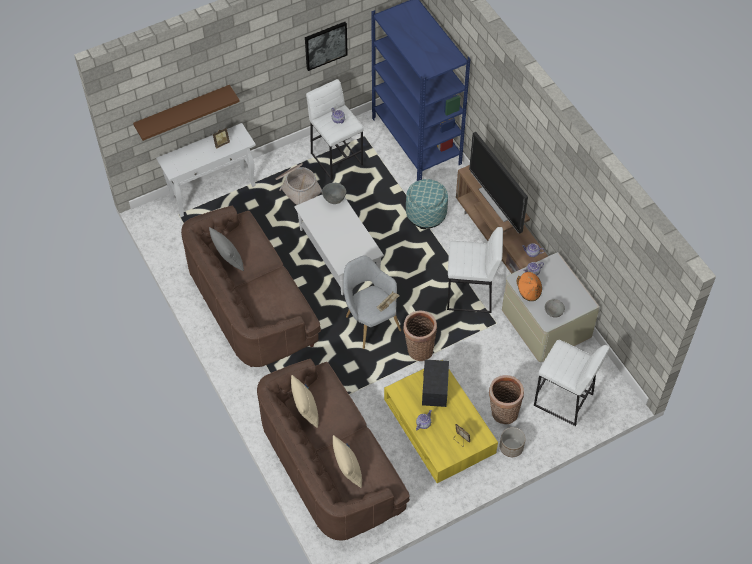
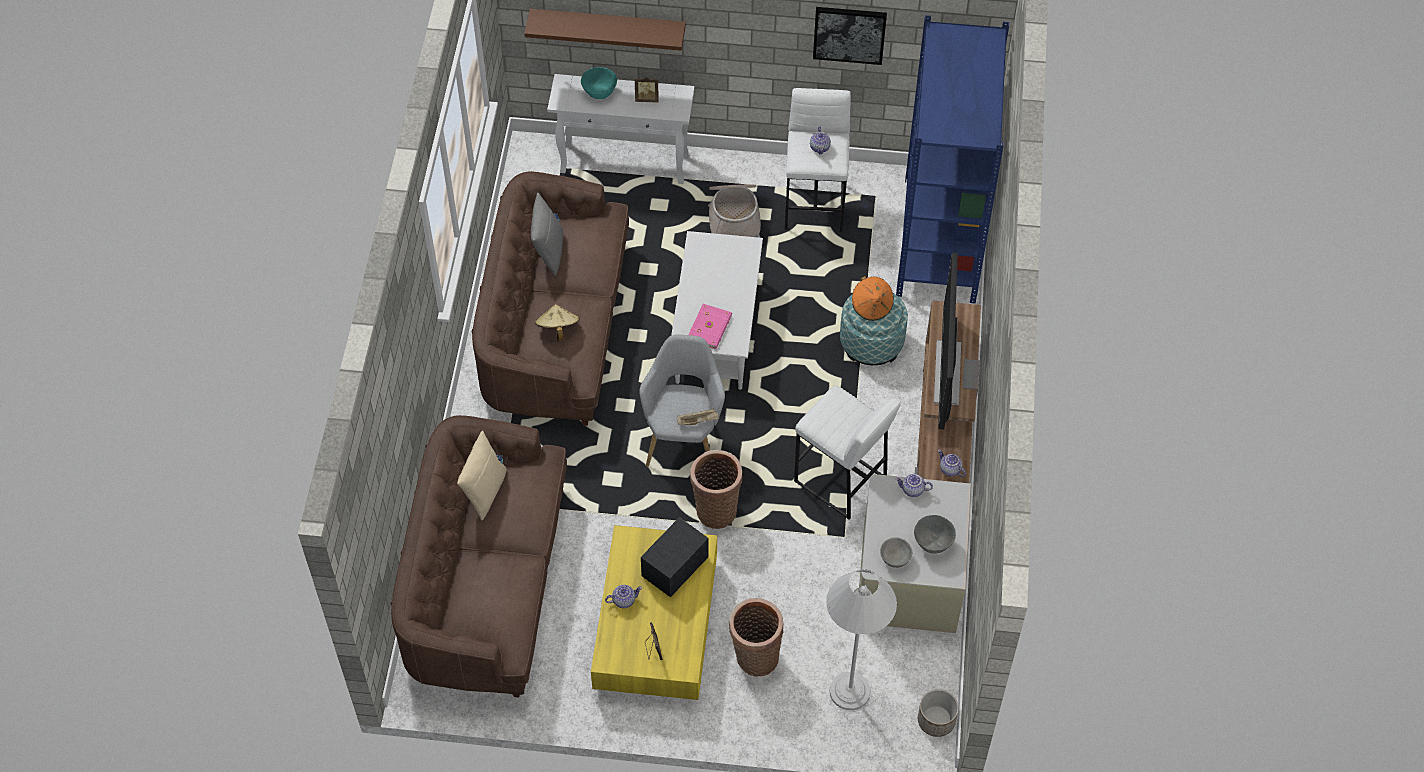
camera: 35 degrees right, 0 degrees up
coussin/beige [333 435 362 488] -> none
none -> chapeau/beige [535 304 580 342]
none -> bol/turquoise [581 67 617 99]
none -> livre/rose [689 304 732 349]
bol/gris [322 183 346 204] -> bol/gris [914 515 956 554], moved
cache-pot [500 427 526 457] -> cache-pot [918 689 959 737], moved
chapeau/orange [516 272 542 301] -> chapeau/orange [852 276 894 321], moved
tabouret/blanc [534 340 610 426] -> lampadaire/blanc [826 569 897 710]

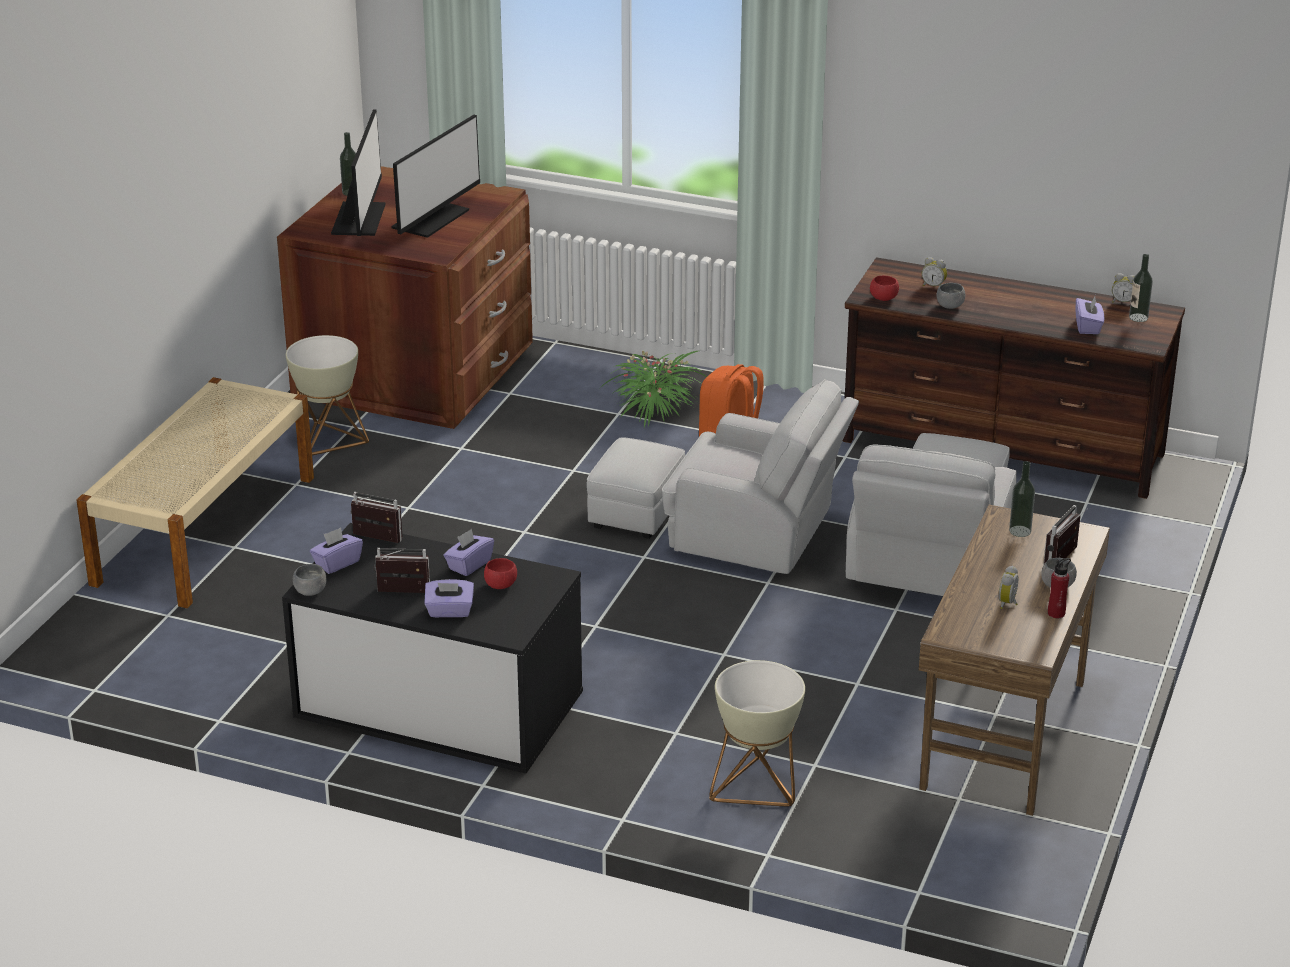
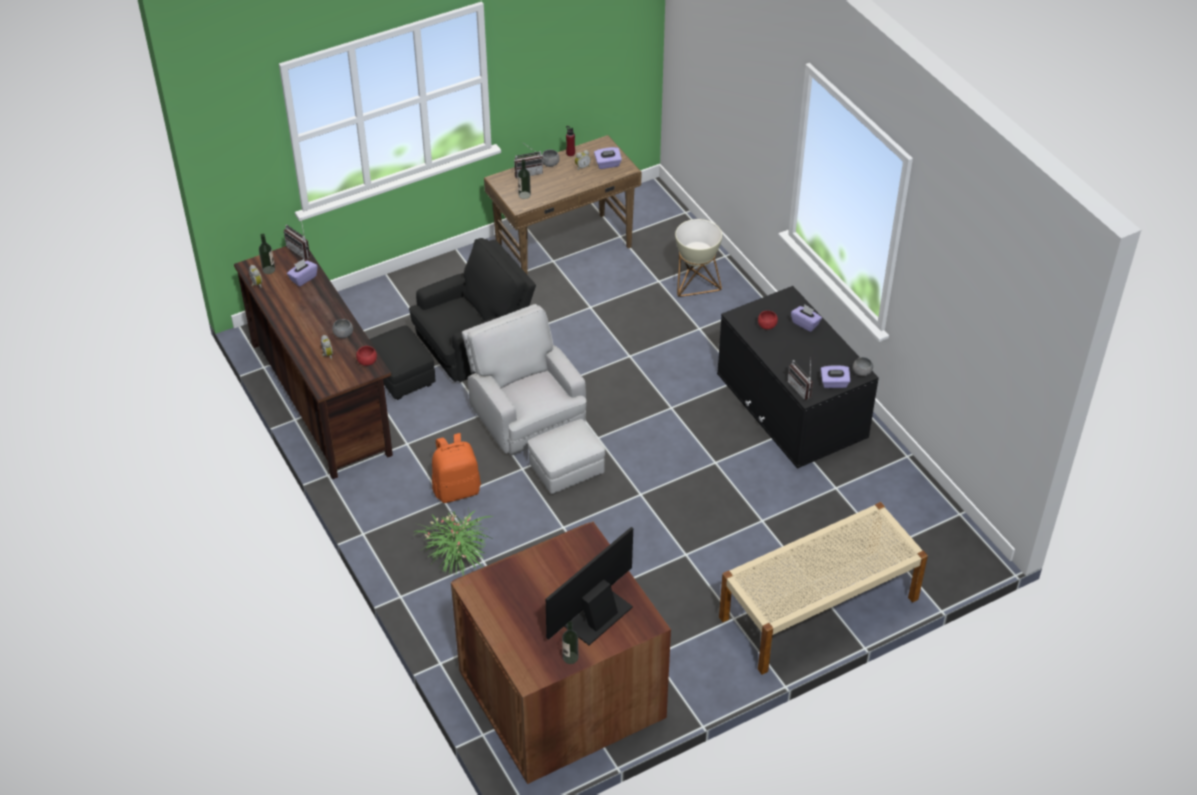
camera: 140 degrees left, 15 degrees up
cache-pot [286 335 369 455] -> none
écran d'ordinateur [391 115 480 238] -> none
radio [374 548 430 593] -> radio [284 220 310 259], moved
boîte à mouchoirs/violet [444 529 494 576] -> boîte à mouchoirs/violet [594 147 622 169], moved
fauteuil/blanc [846 433 1017 596] -> fauteuil/noir [369 238 536 400]

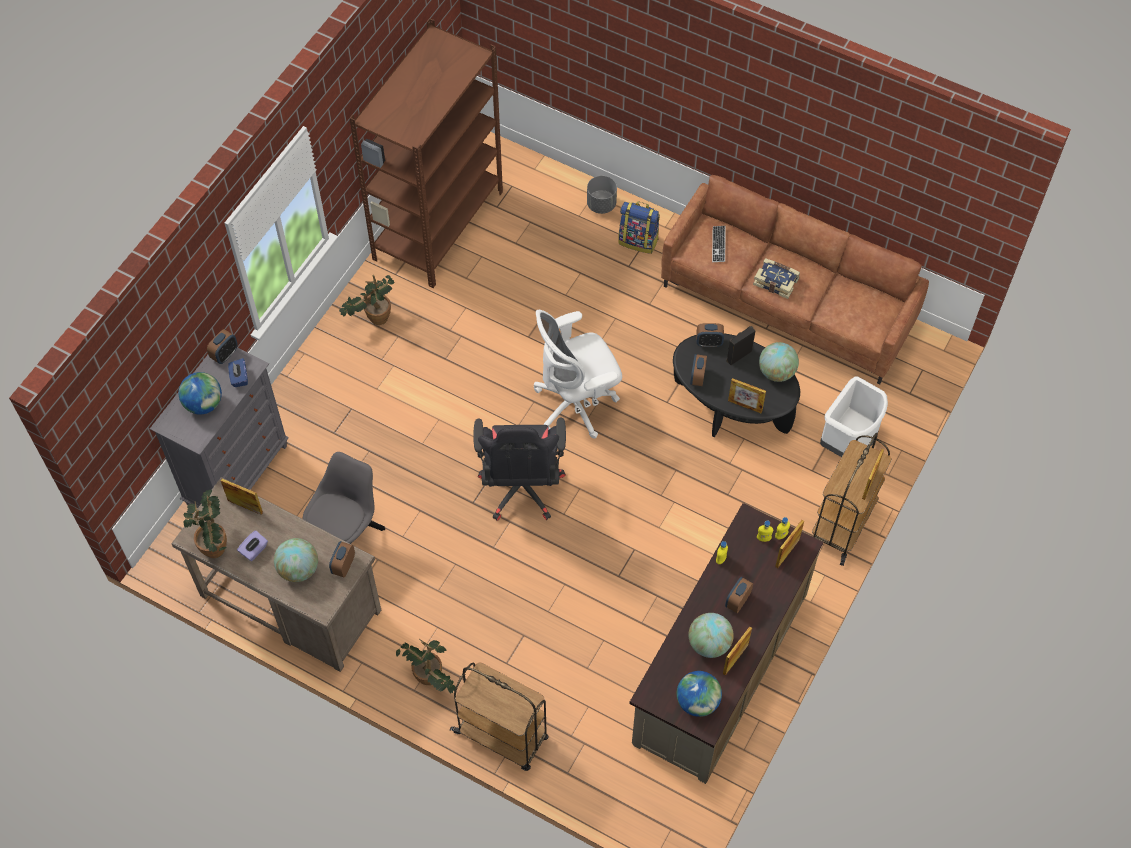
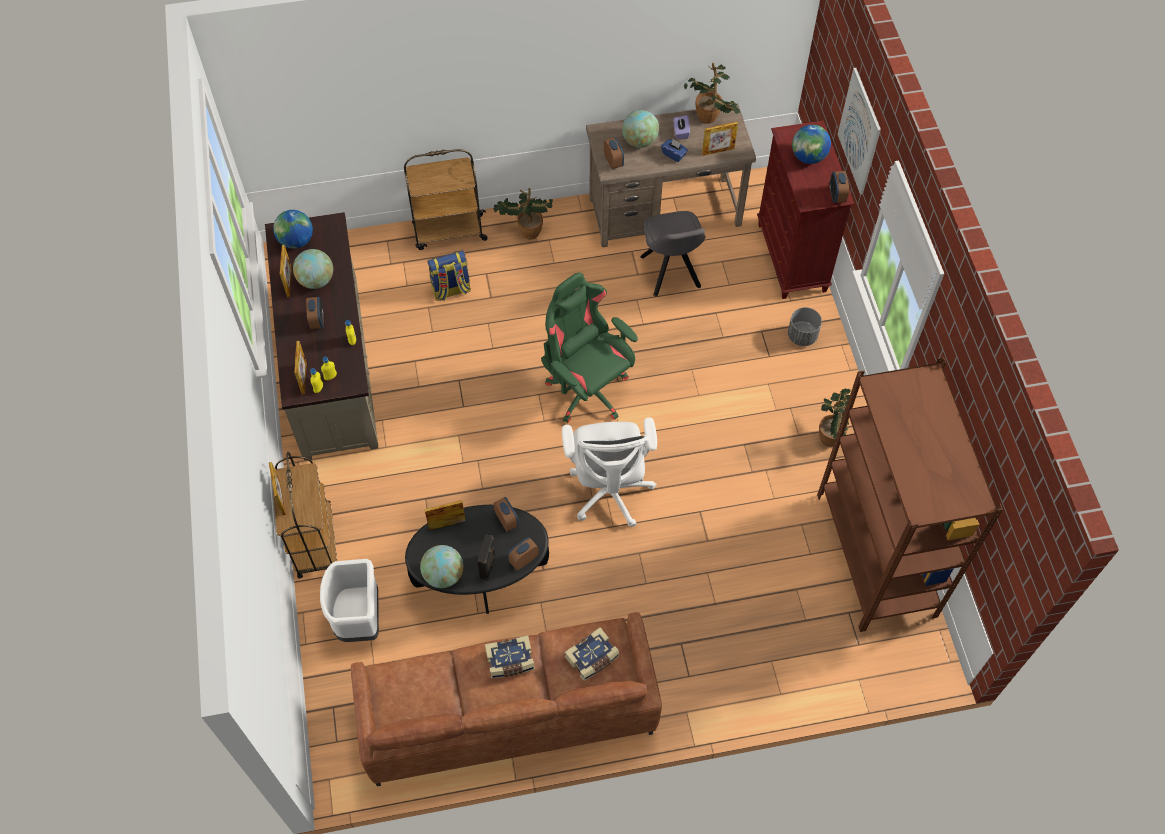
camera: 140 degrees right, 0 degrees up
none -> tableau [838 68 881 195]
boîte à mouchoirs/bleu [228 358 248 387] -> boîte à mouchoirs/bleu [661 139 688 162], moved
cache-pot/gris [587 176 617 214] -> cache-pot/gris [788 307 822 346], moved
sac à dos [619 201 660 254] -> sac à dos [427 250 471 301], moved
clavier [712 226 726 262] -> livre [565 627 619 681]
commode/gris [150 348 289 508] -> commode/rouge [757 121 854 299]
chaise de bureau/noir [473 418 566 521] -> chaise de bureau/vert [541 273 638 423]
chaise de bureau/blanc [534 310 622 439] -> chaise de bureau/blanc [562 417 657 527], 150 degrees clockwise

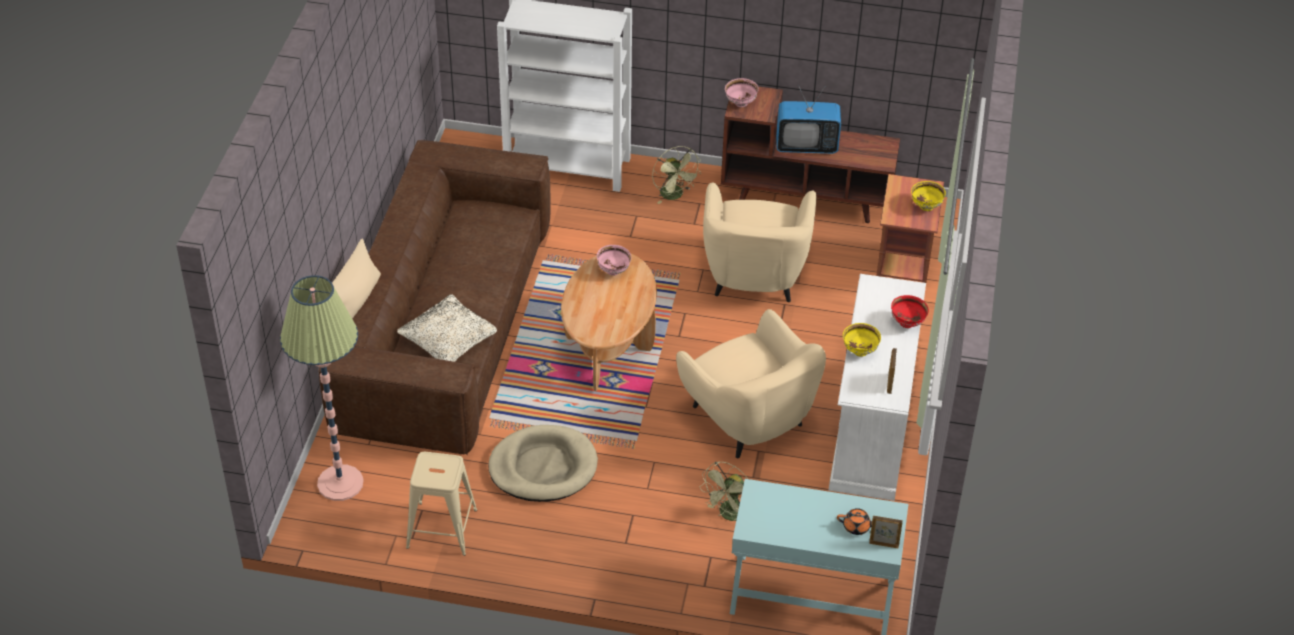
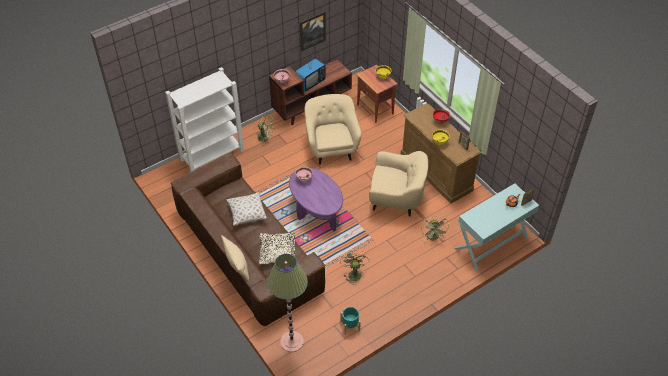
camera: 45 degrees left, 5 degrees up
none -> coussin [227 192 267 226]
none -> tableau [300 12 326 52]
tabouret/beige [406 452 477 556] -> cache-pot/turquoise [341 307 361 335]
panier pour chien/beige [488 425 598 502] -> ventilateur/vert [340 250 369 285]
table basse/marron [561 254 657 391] -> table basse/violet [289 168 343 231]
meuble de rangement/blanc [829 274 926 501] -> meuble de rangement/marron [401 103 481 204]
fauteuil/beige [703 182 816 302] -> fauteuil/beige [304 94 361 165], 150 degrees counterclockwise

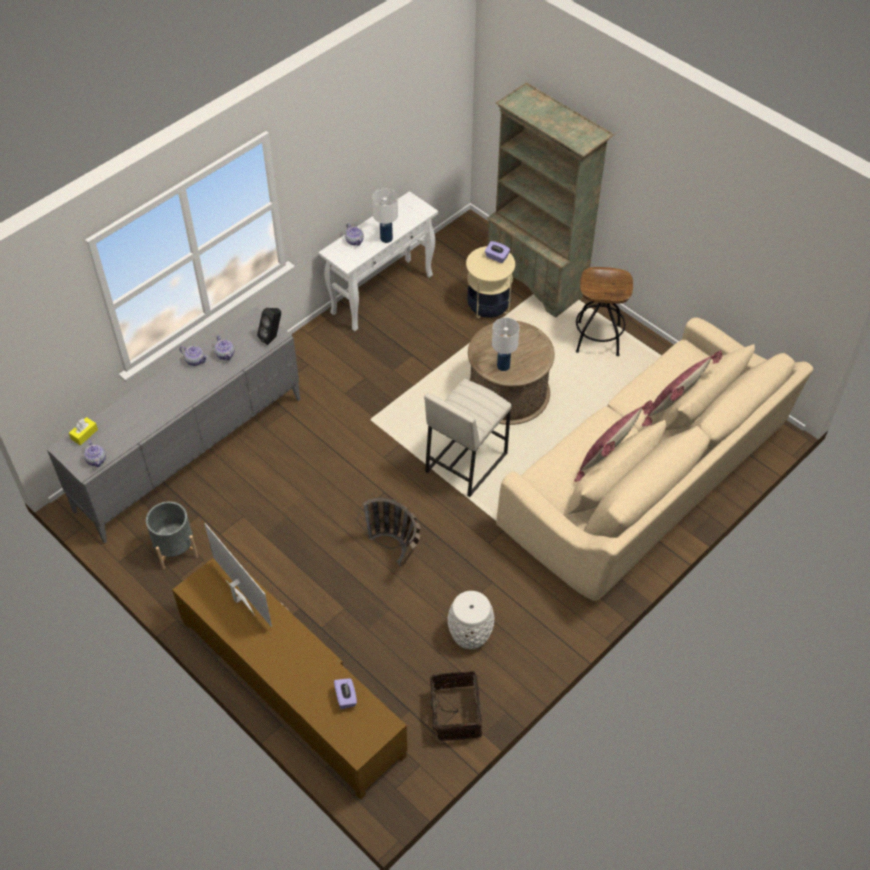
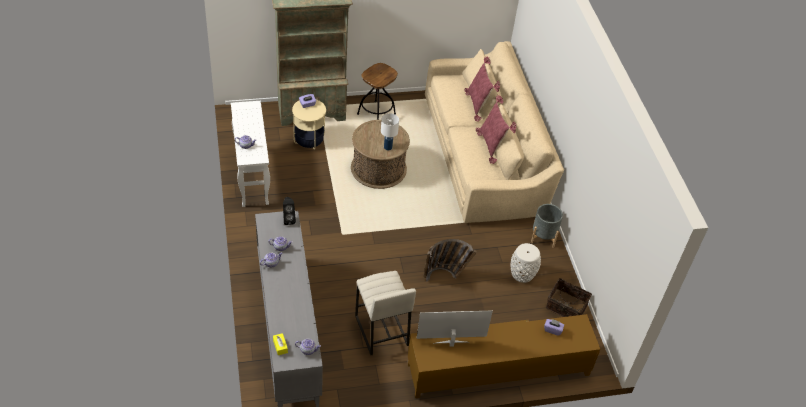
camera: 60 degrees left, 5 degrees down
lampe de table/blanc [372 189 398 243] -> none
cache-pot/gris [146 501 198 569] -> cache-pot/gris [531 204 563 248], moved
tabouret/beige [424 379 512 497] -> tabouret/beige [355 271 416 355], moved

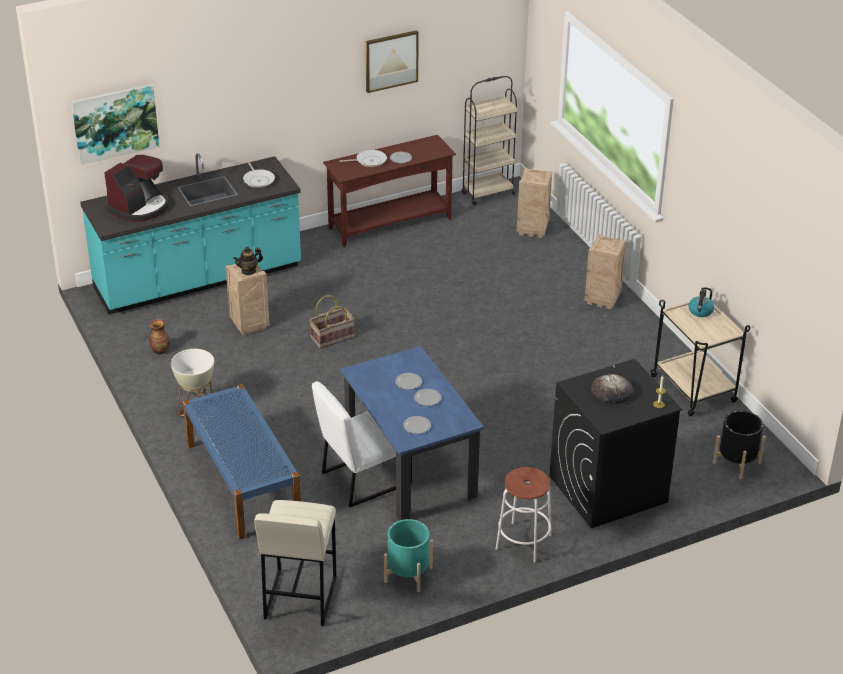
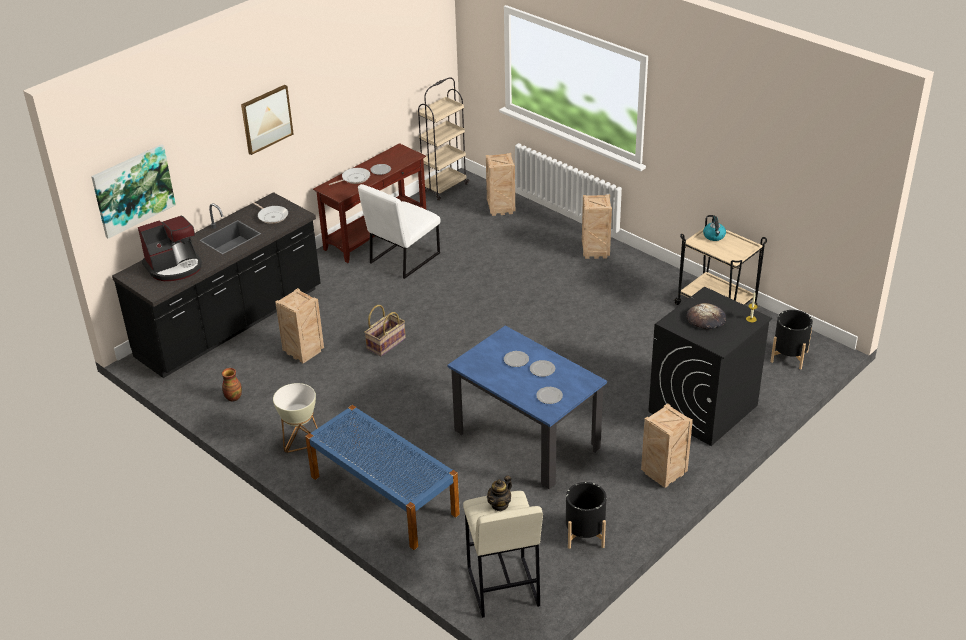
camera: 20 degrees left, 0 degrees up
théière [233 247 263 275] -> théière [487 475 512 511], moved
chaise/blanc [312 381 412 507] -> chaise/blanc [358 184 441 279], moved
tableau [365 30 419 93] -> tableau [241 85 294 155], moved
tabouret/blanc [496 467 552 563] -> caisse [641 403 693 488]
comptoir de cuisine/turquoise [80 153 301 315] -> comptoir de cuisine/noir [112 192 321 378]
cache-pot/turquoise [384 519 433 592] -> cache-pot/noir [566 482 606 549]
machine à café [104 155 169 222] -> machine à café [138 216 202 281], 45 degrees clockwise

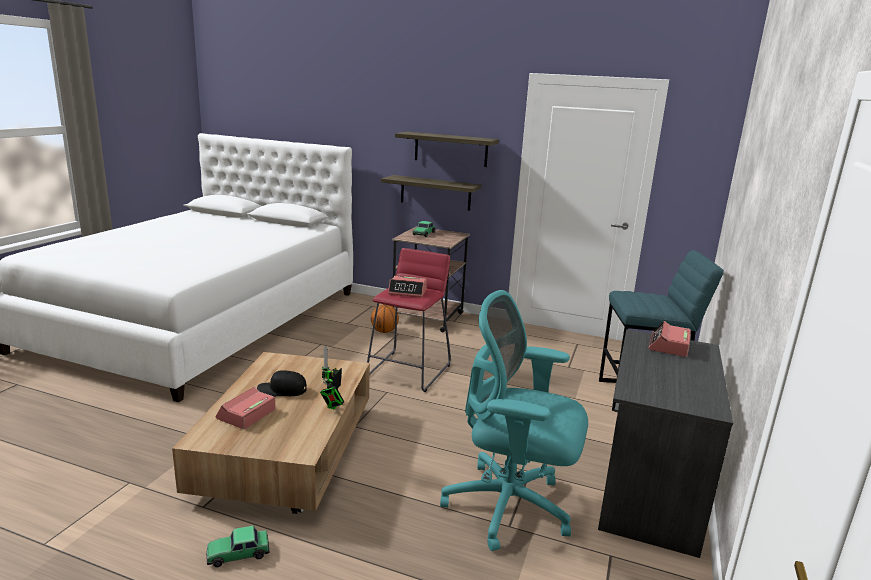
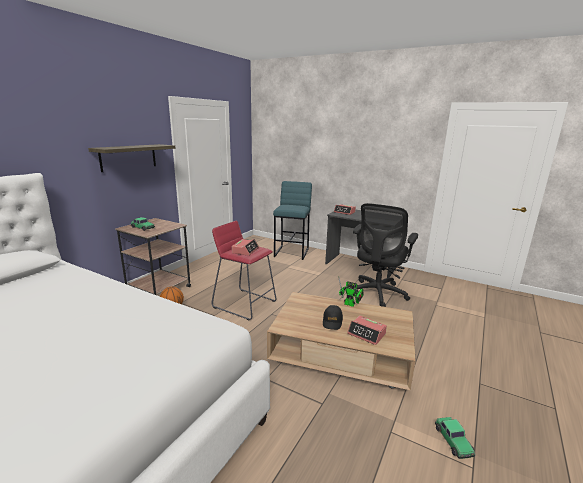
camera: 80 degrees left, 0 degrees up
étagère [381 175 482 211] -> none
petite voiture [206 526 270 567] -> petite voiture [435 417 475 459], moved
chaise de bureau/turquoise [440 290 588 551] -> chaise de bureau/noir [353 203 418 307]

